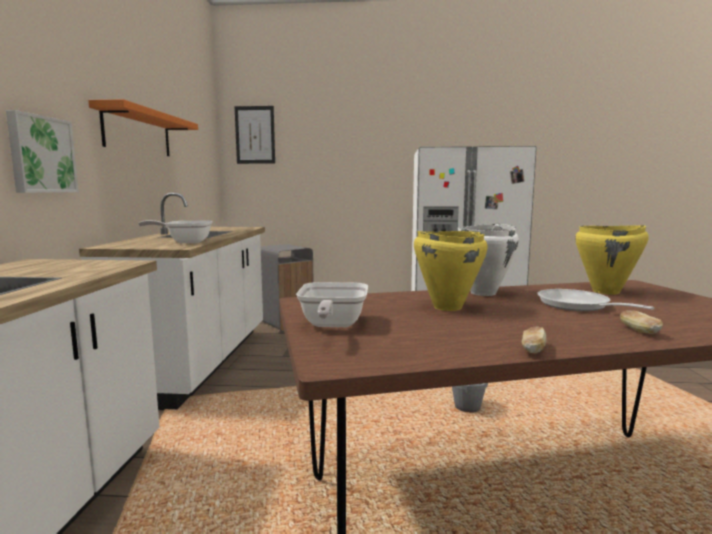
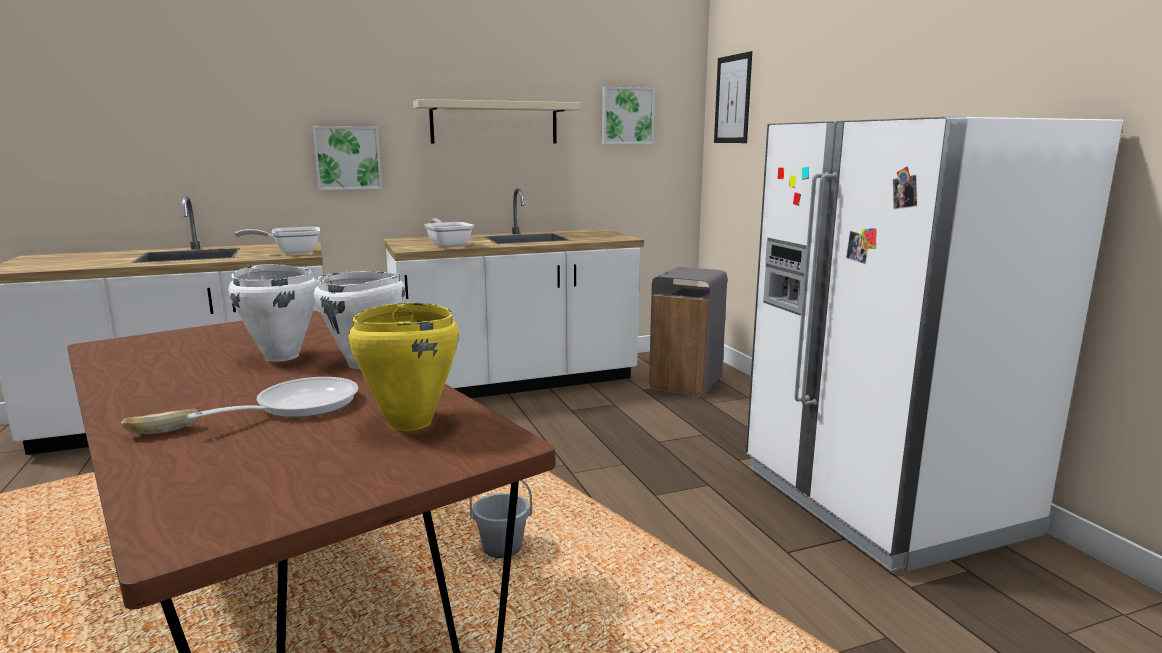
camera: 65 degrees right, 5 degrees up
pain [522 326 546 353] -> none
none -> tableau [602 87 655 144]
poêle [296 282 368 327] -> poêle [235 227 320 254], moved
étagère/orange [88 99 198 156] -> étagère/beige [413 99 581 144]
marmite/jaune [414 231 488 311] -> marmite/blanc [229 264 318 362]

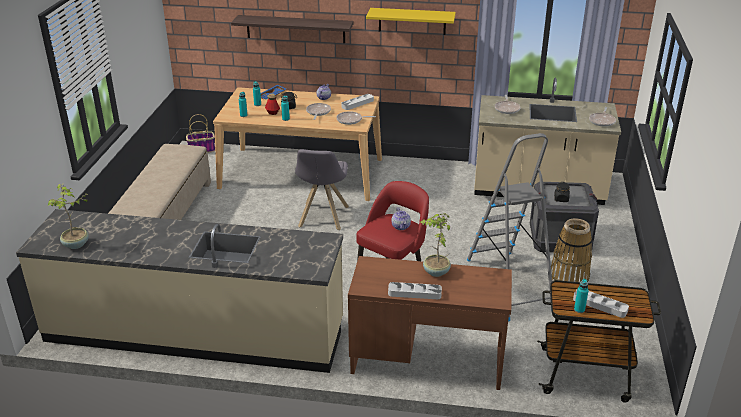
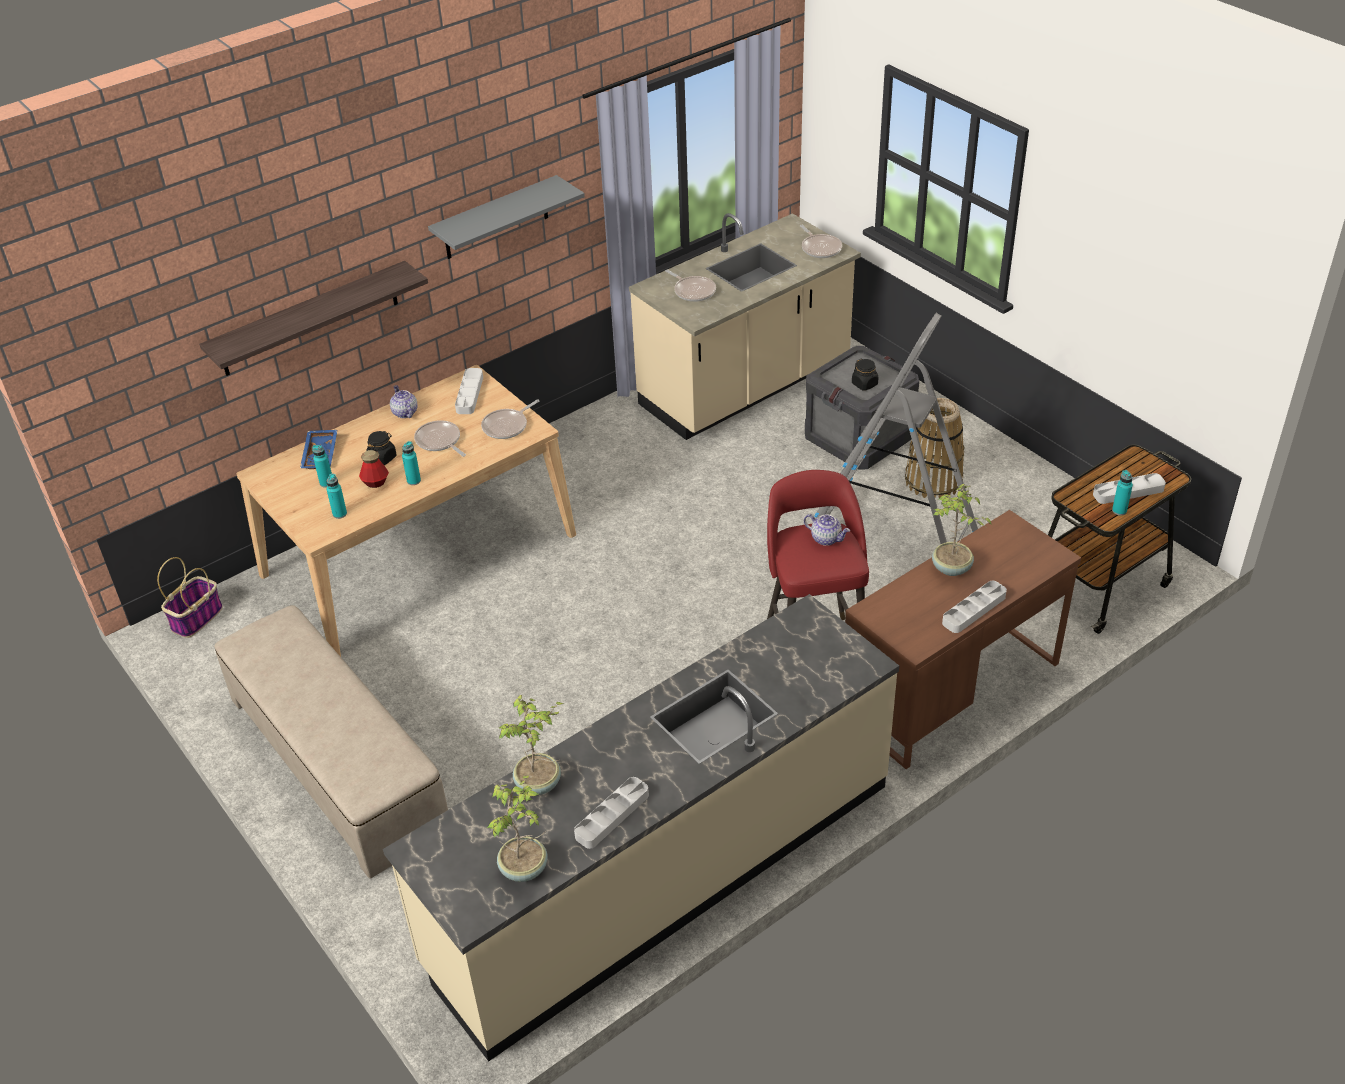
camera: 45 degrees left, 10 degrees up
chaise/gris [295 149 349 230] -> none
none -> plante en pot [499 695 563 795]
none -> plateau/gris [574 777 649 849]
étagère/jaune [366 8 456 35] -> étagère/gris [428 175 585 259]

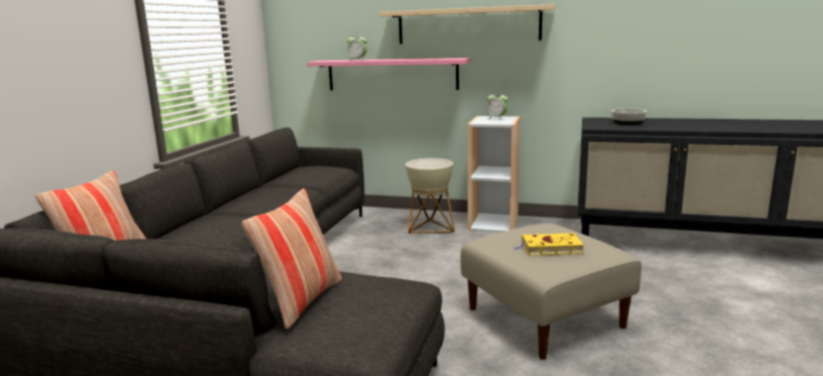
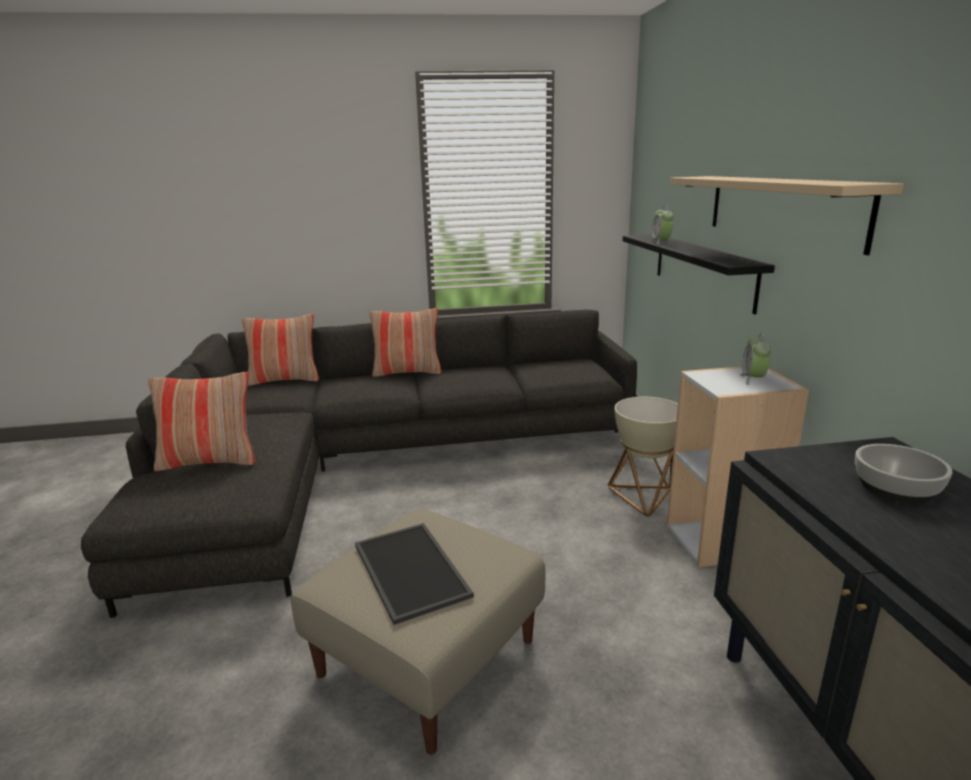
camera: 65 degrees right, 5 degrees up
none -> coussin [369 308 442 377]
livre/jaune [515 233 584 255] -> plateau [355 523 474 625]
étagère/rose [307 58 470 90] -> étagère/noir [623 235 775 315]

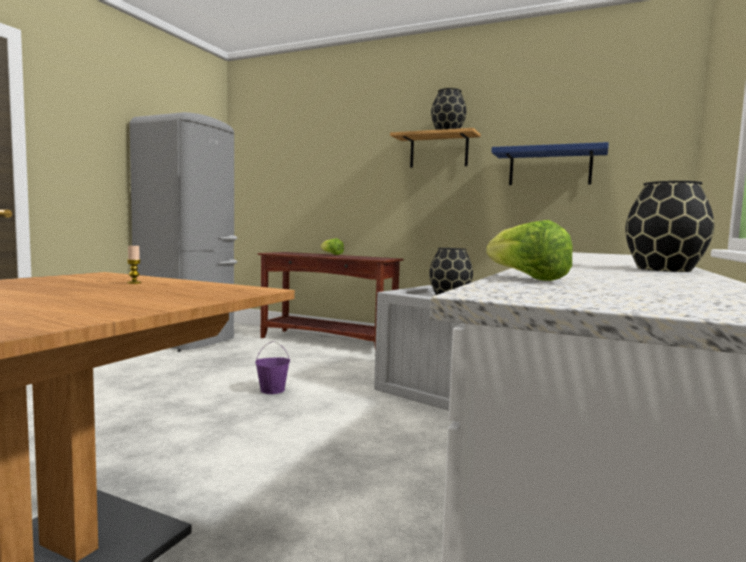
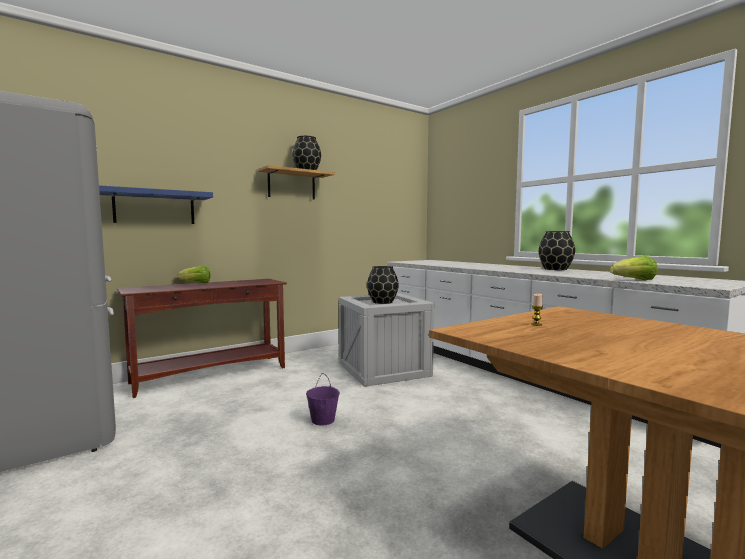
camera: 60 degrees left, 0 degrees up
étagère/bleu [491 142 609 185] -> étagère/bleu [99 185 213 224], moved

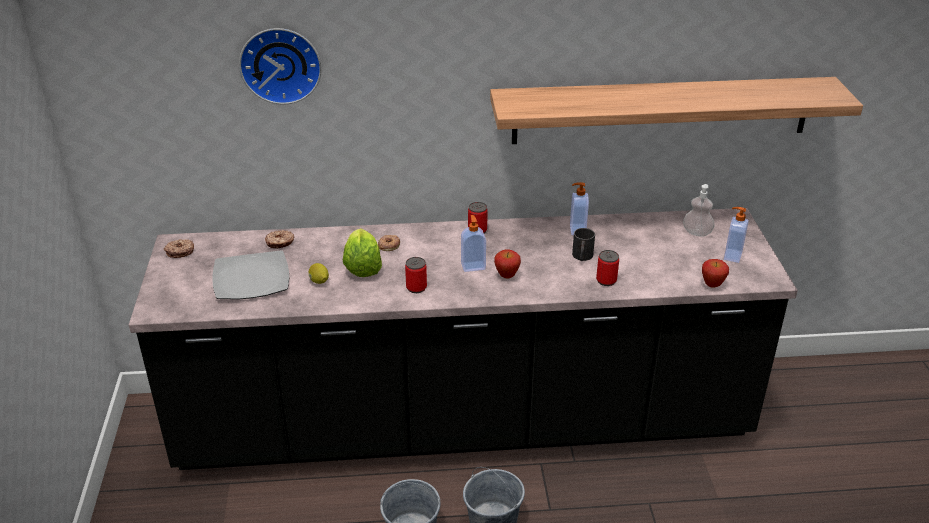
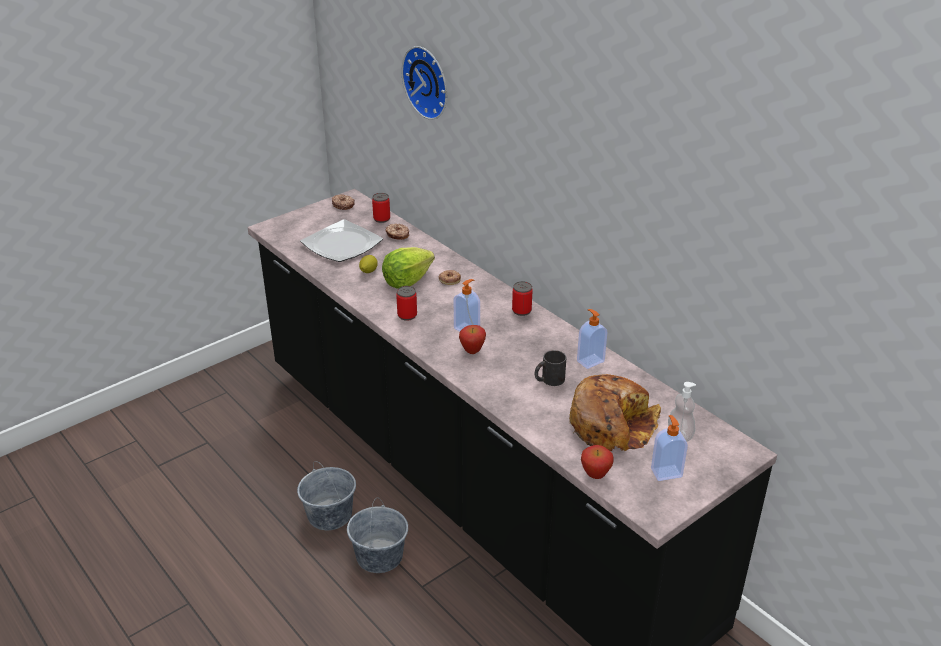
camera: 55 degrees right, 0 degrees up
étagère [490 77 863 144] -> none
none -> pain [569 374 661 451]
boîte métallique [596 250 619 286] -> boîte métallique [372 193 390 223], moved

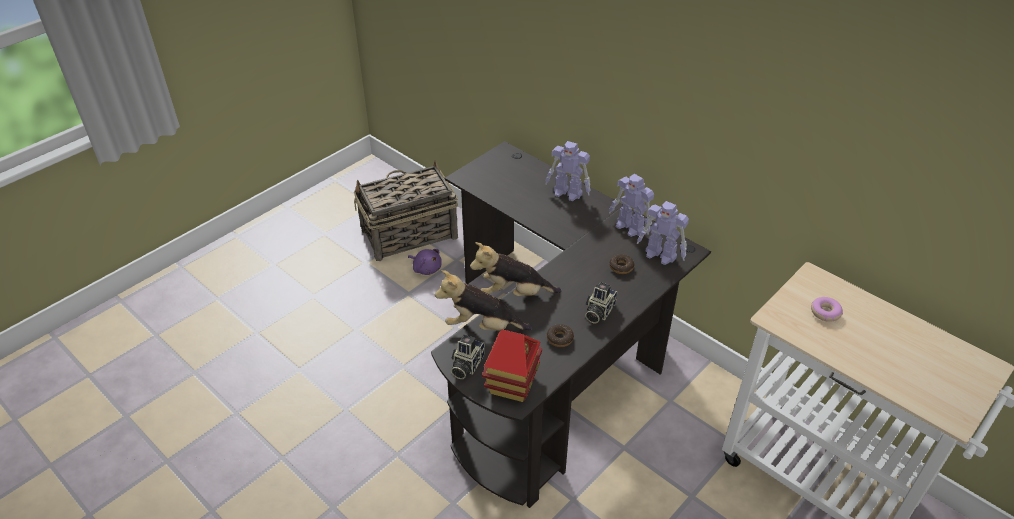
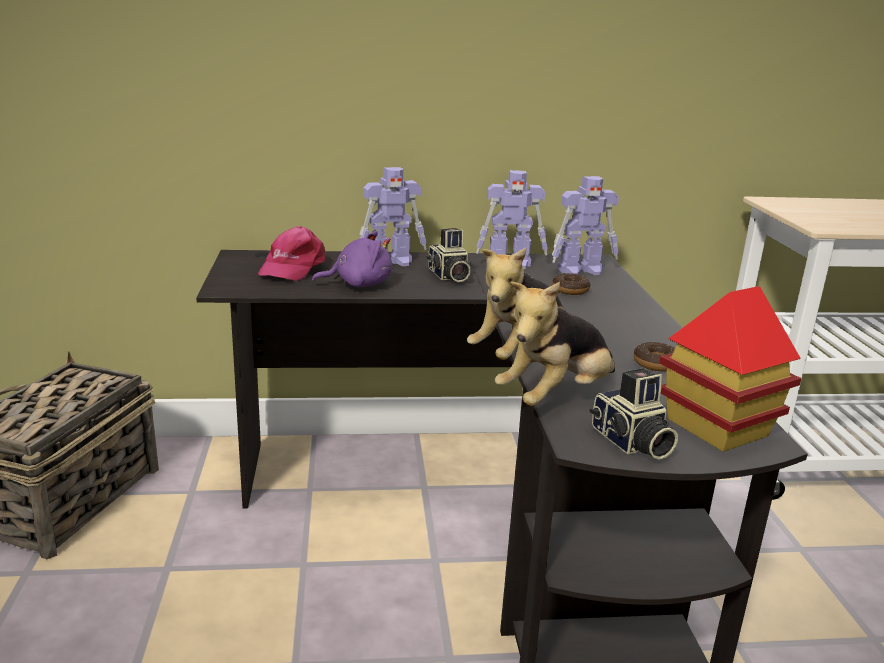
camera: 50 degrees left, 20 degrees down
beignet [811 297 843 322] -> none
none -> casquette/rose [258 226 326 281]
peluche/violet [408 249 442 275] -> peluche/violet [312 231 392 287], moved
appareil photo [585 282 617 323] -> appareil photo [427 228 471 282], moved

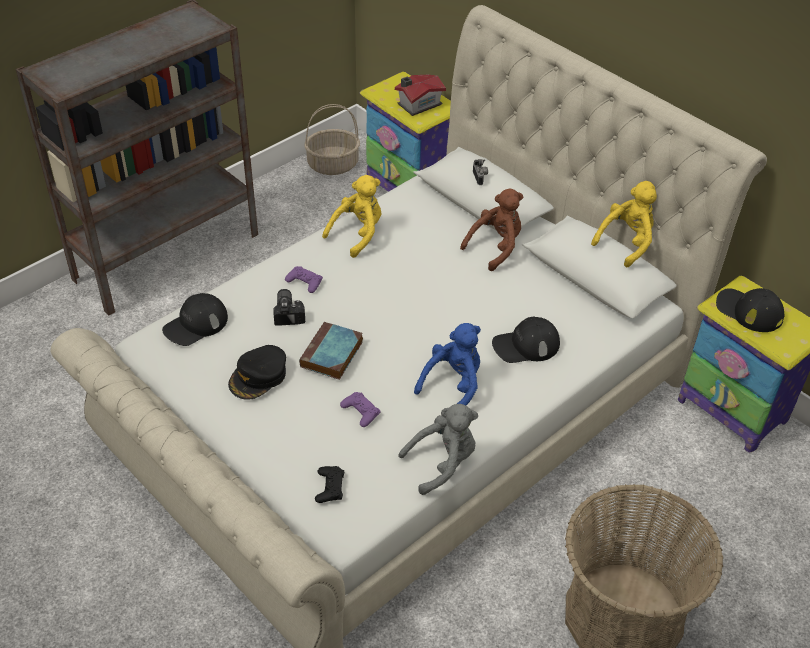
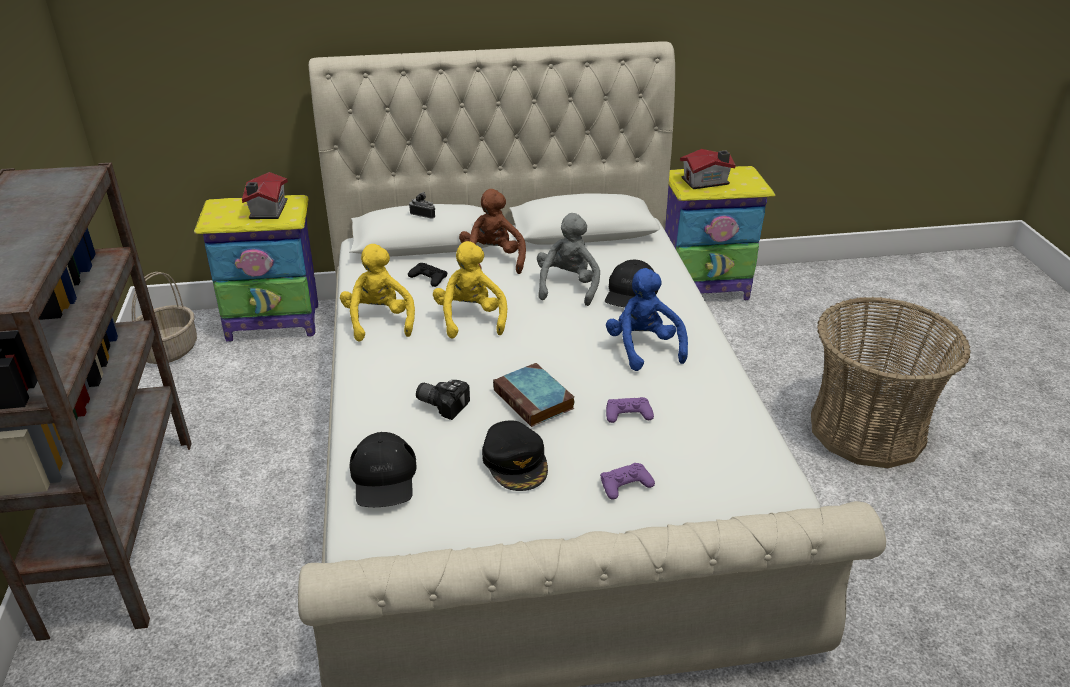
camera: 55 degrees left, 10 degrees down
manette/violet [285 266 323 293] -> manette/violet [600 463 655 500], moved
manette/noir [315 466 344 503] -> manette/noir [408 263 447 287], moved
peluche/gris [398 404 478 495] -> peluche/gris [537 213 600 306], moved
peluche/jaune [591 181 657 267] -> peluche/jaune [433 241 507 338], moved
casquette/noir [716 288 785 332] -> maison miniature [680 149 736 189]

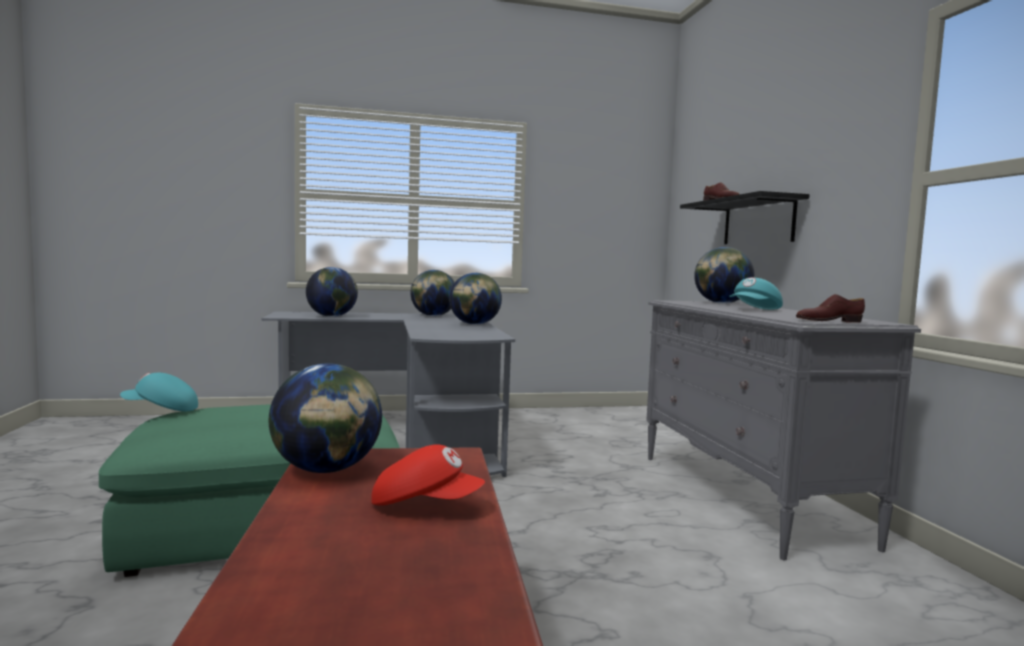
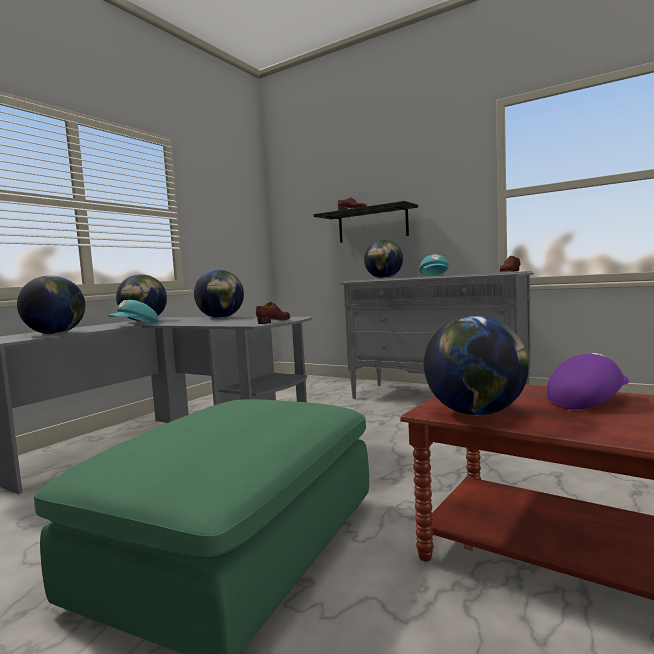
camera: 45 degrees left, 0 degrees up
none -> chaussure/marron [256 302 290 324]
casquette/turquoise [120 372 198 411] -> casquette/turquoise [108 300 159 323], moved
casquette/rouge [371 444 485 506] -> casquette/violet [547 353 629 409]

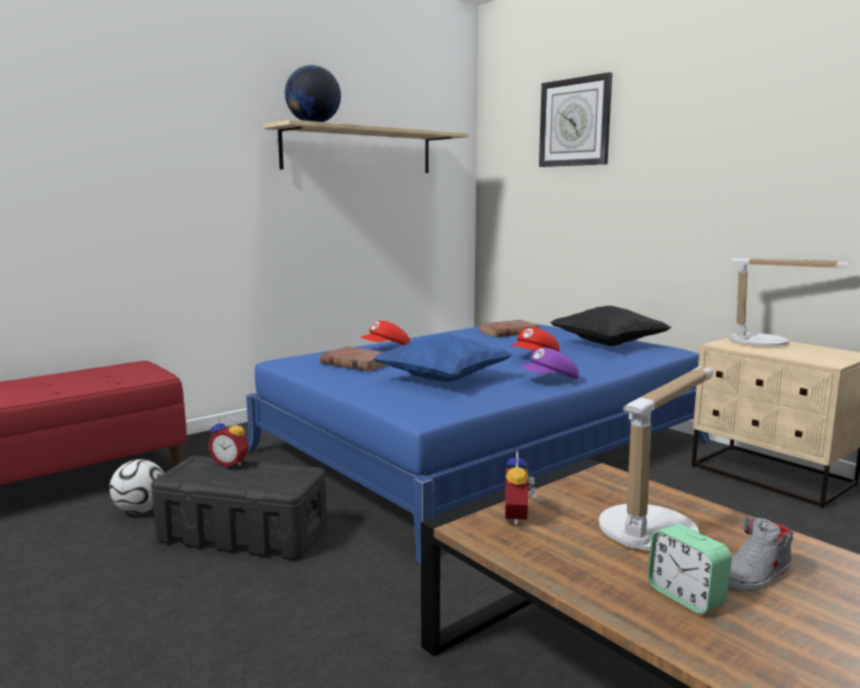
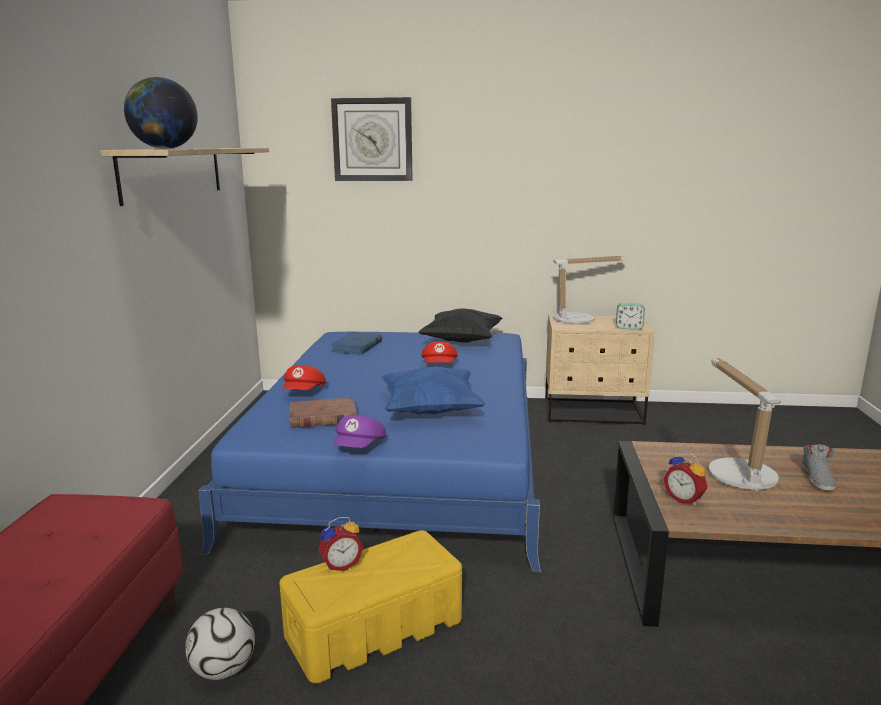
camera: 45 degrees left, 5 degrees up
casquette/violet [520 348 579 379] -> casquette/violet [333 415 386 448], moved
réveil [648 524 732 614] -> réveil [616 303 645 330], moved
boîte de rangement/noir [151 456 327 560] -> boîte de rangement/jaune [279 530 462 684]
livre/marron [478 320 540 337] -> livre/bleu [331 332 382 355]

